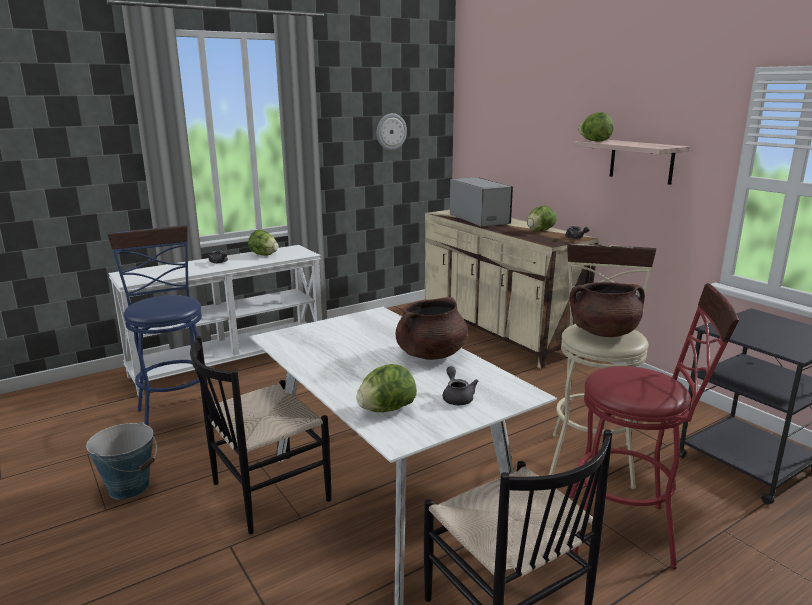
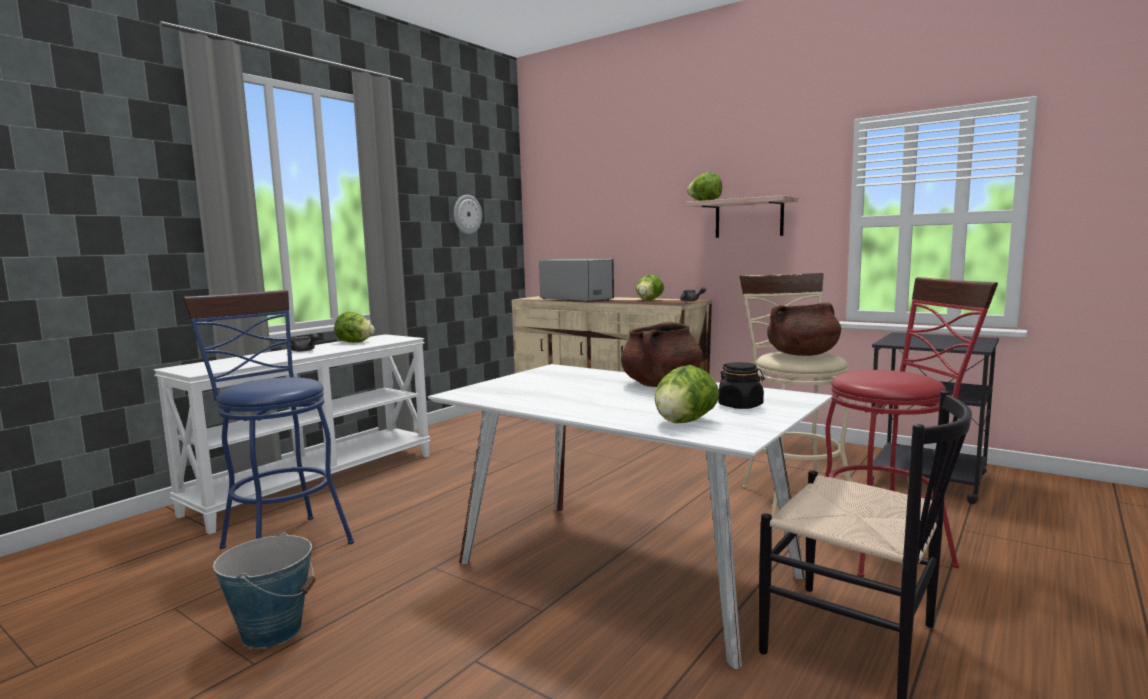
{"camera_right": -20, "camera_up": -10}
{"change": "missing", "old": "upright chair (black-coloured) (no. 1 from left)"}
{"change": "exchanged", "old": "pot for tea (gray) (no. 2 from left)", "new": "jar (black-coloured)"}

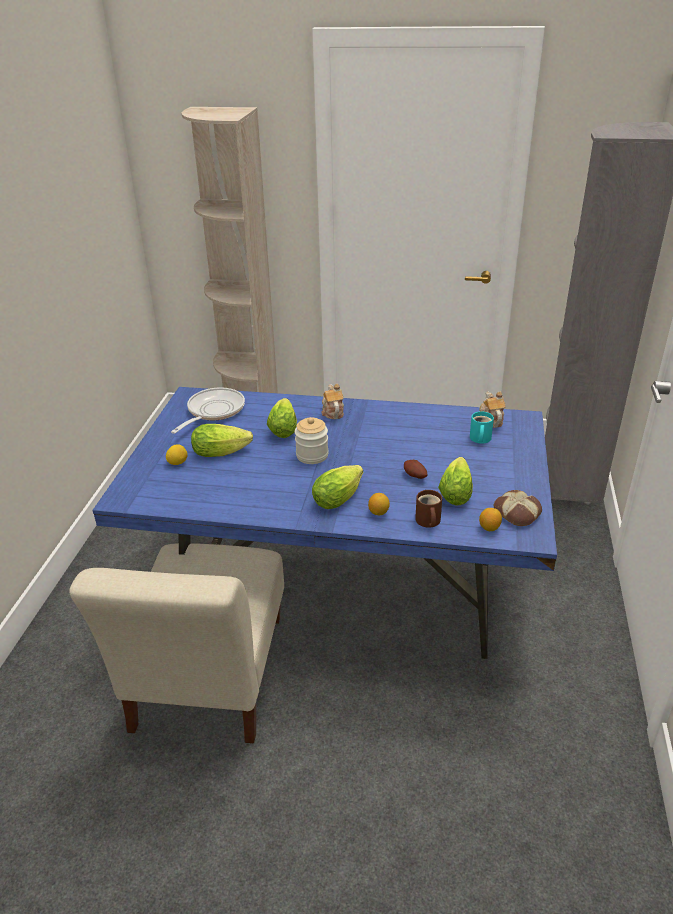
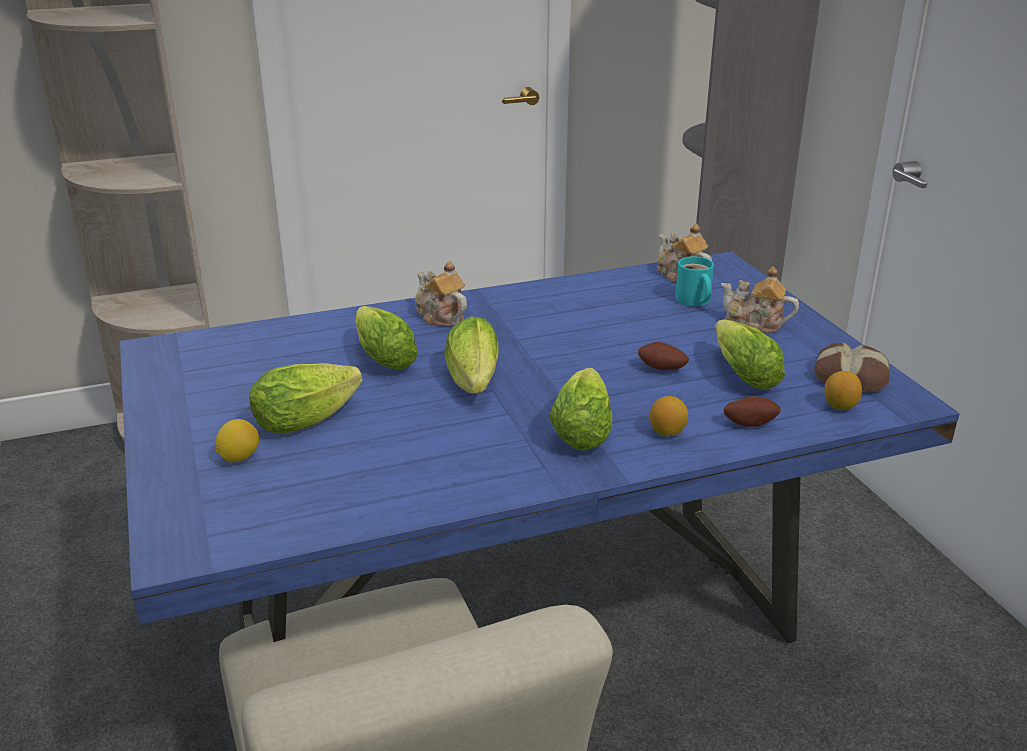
{"camera_right": -30, "camera_up": -5}
{"change": "missing", "old": "skillet"}
{"change": "exchanged", "old": "jar", "new": "head of lettuce (no. 3 from left)"}
{"change": "exchanged", "old": "coffee mug (brown)", "new": "potato (no. 2 from left)"}
{"change": "appeared", "new": "pot for tea (no. 3 from left)"}

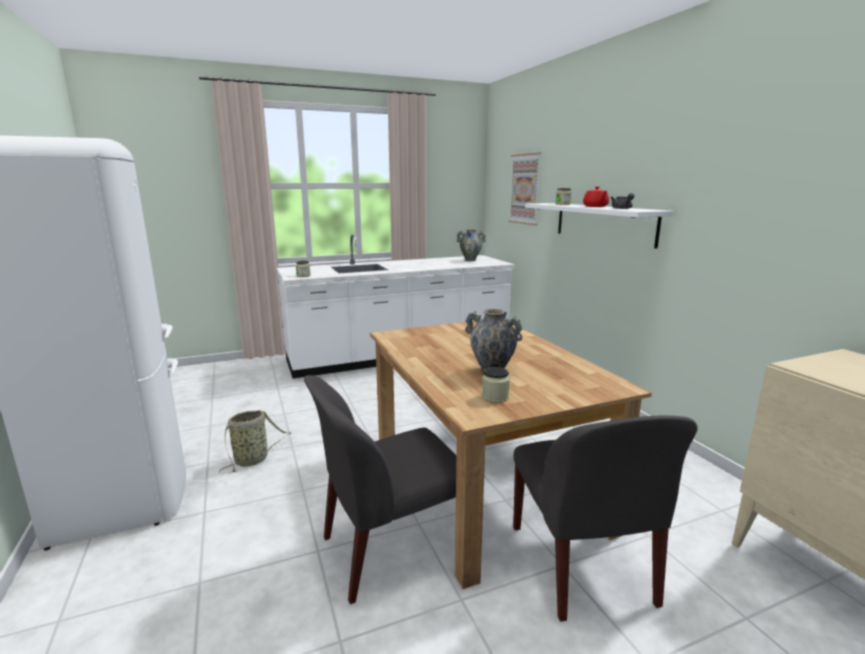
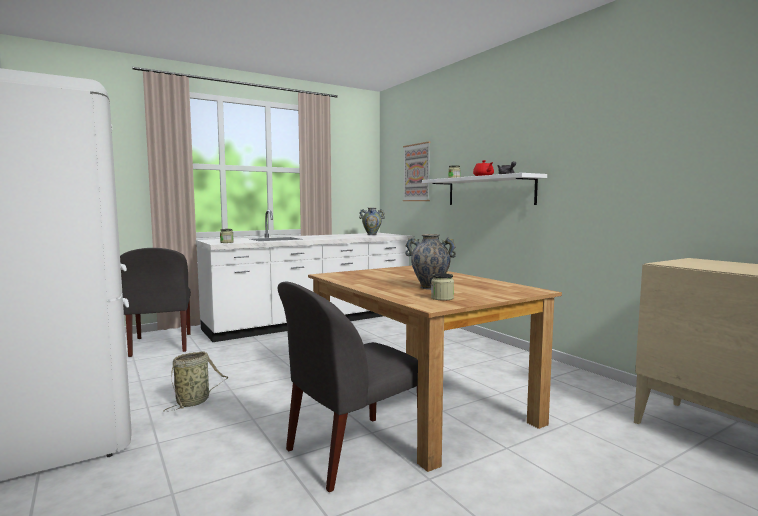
{"camera_right": -10, "camera_up": -10}
{"change": "relocated", "old": "upright chair (gray) (no. 2 from left in the first image)", "new": "upright chair (gray) (no. 1 from left)"}

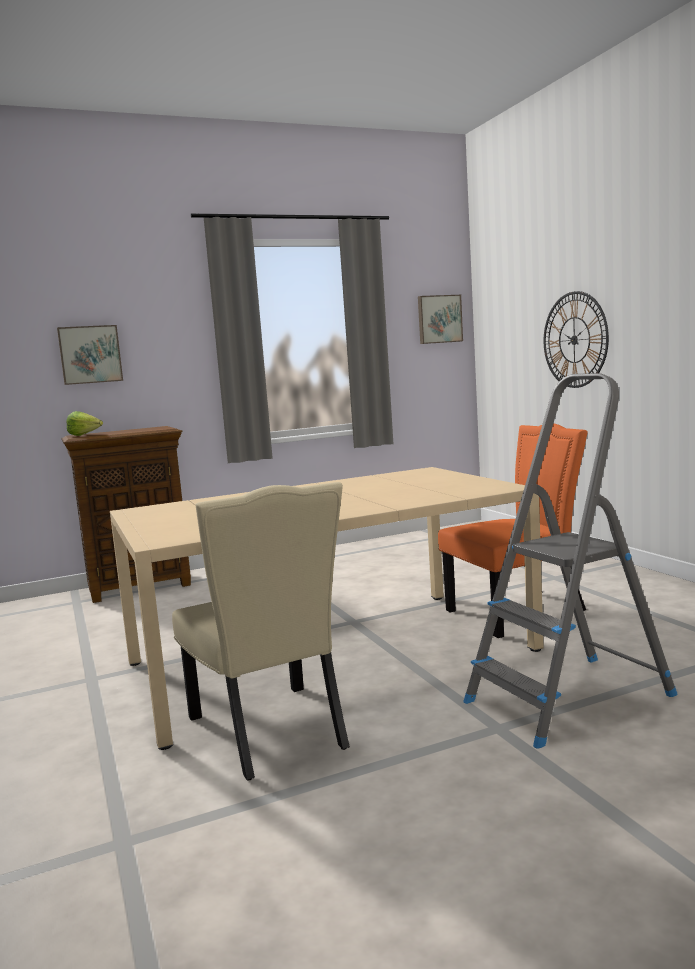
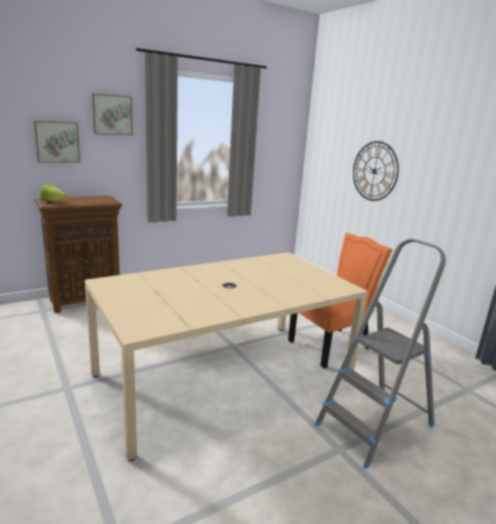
{"camera_right": -10, "camera_up": 10}
{"change": "missing", "old": "upright chair (beige-coloured)"}
{"change": "relocated", "old": "wall picture (no. 2 from left)"}

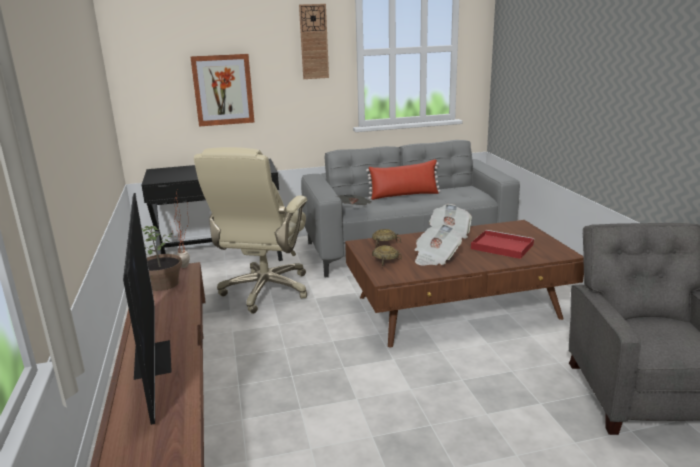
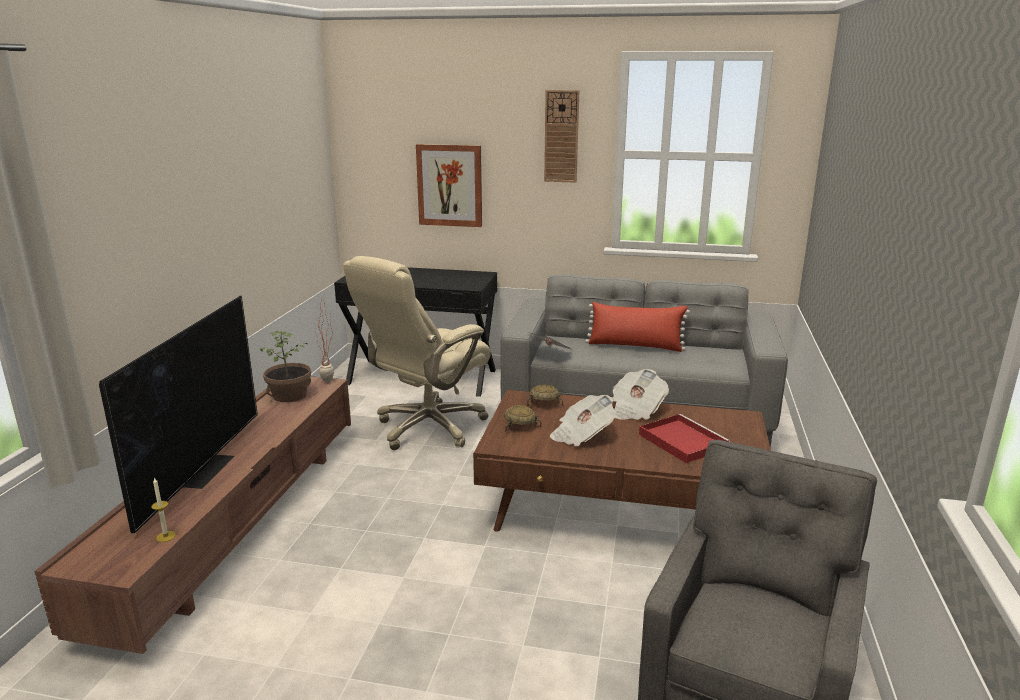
{"camera_right": 25, "camera_up": 0}
{"change": "appeared", "new": "candle"}

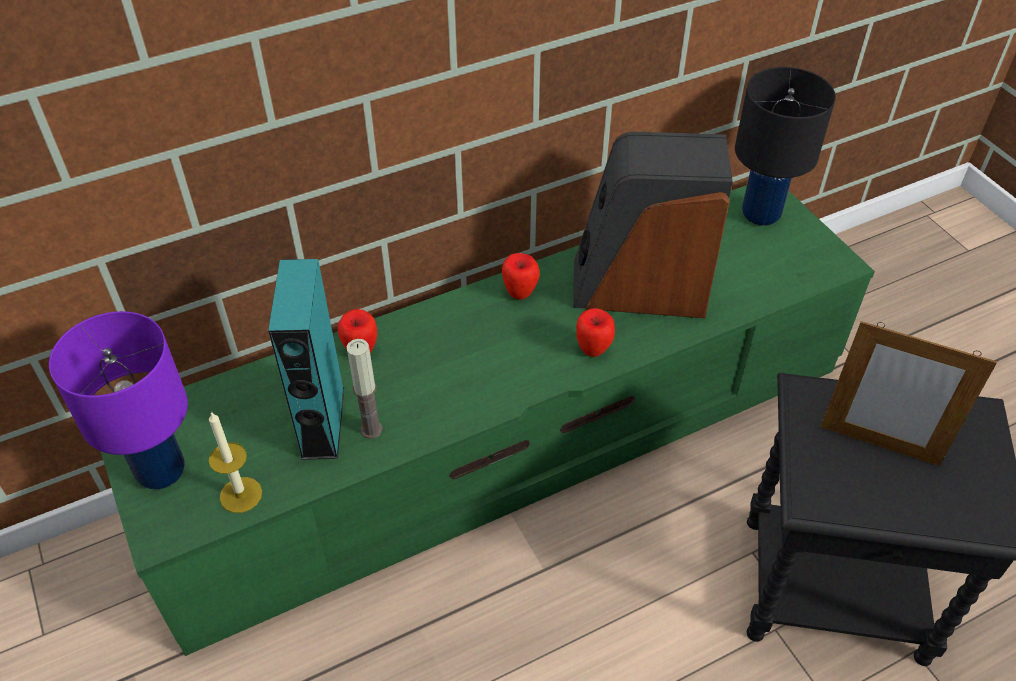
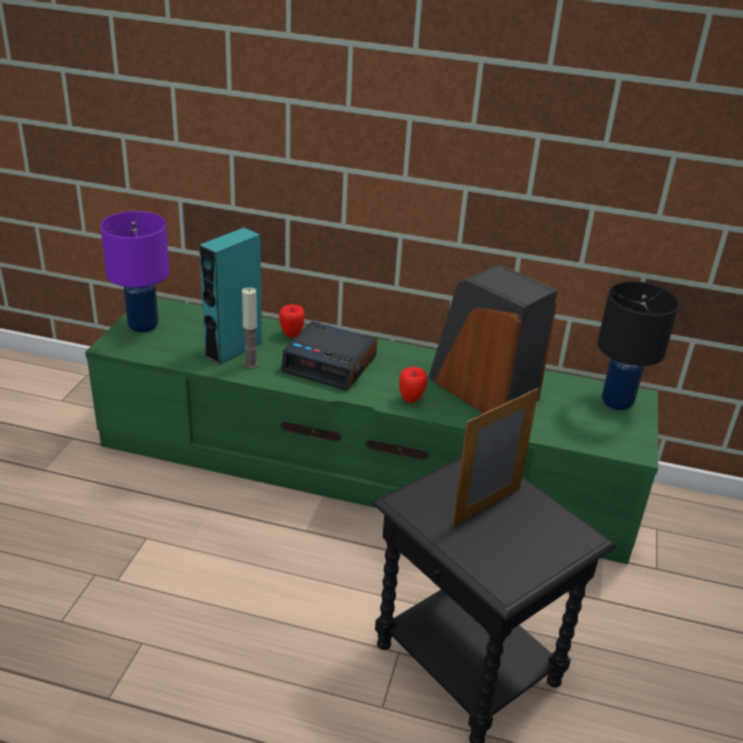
{"camera_right": 40, "camera_up": -15}
{"change": "missing", "old": "candle (no. 1 from left)"}
{"change": "missing", "old": "apple fruit (no. 2 from left)"}
{"change": "spun", "old": "picture frame", "degrees": 75}
{"change": "appeared", "new": "bedside clock"}

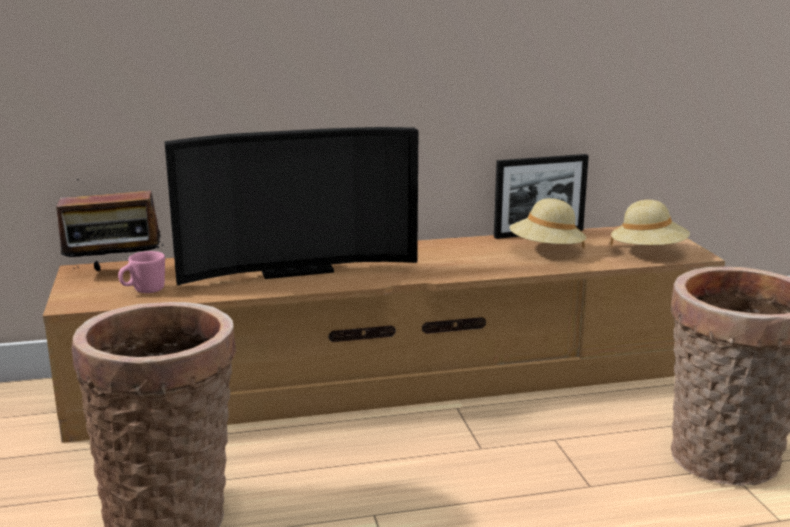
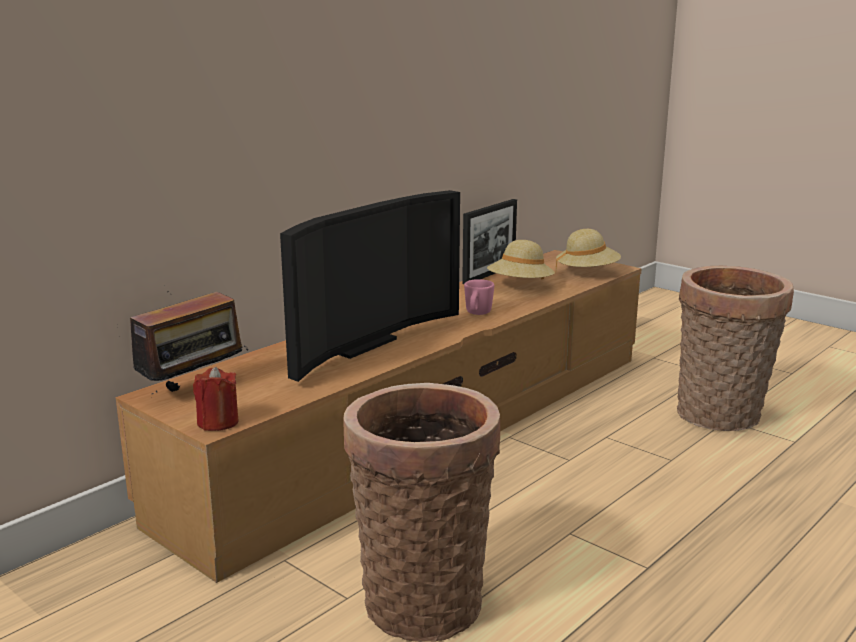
{"camera_right": -35, "camera_up": 0}
{"change": "relocated", "old": "coffee mug (pinkish)"}
{"change": "appeared", "new": "candle (reddish)"}

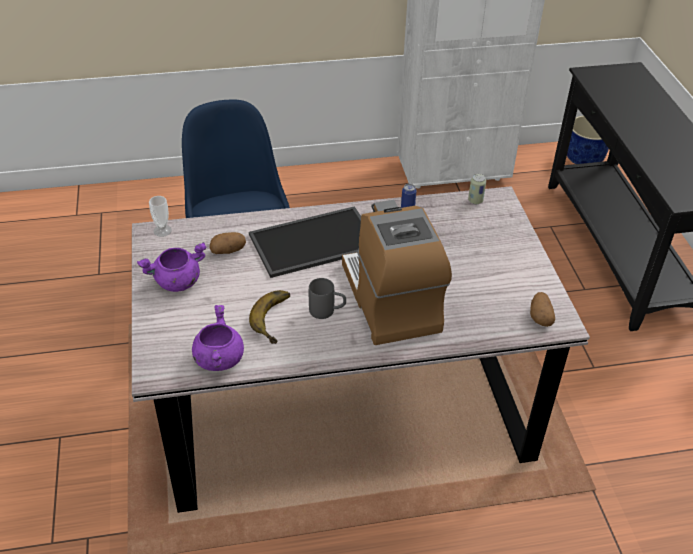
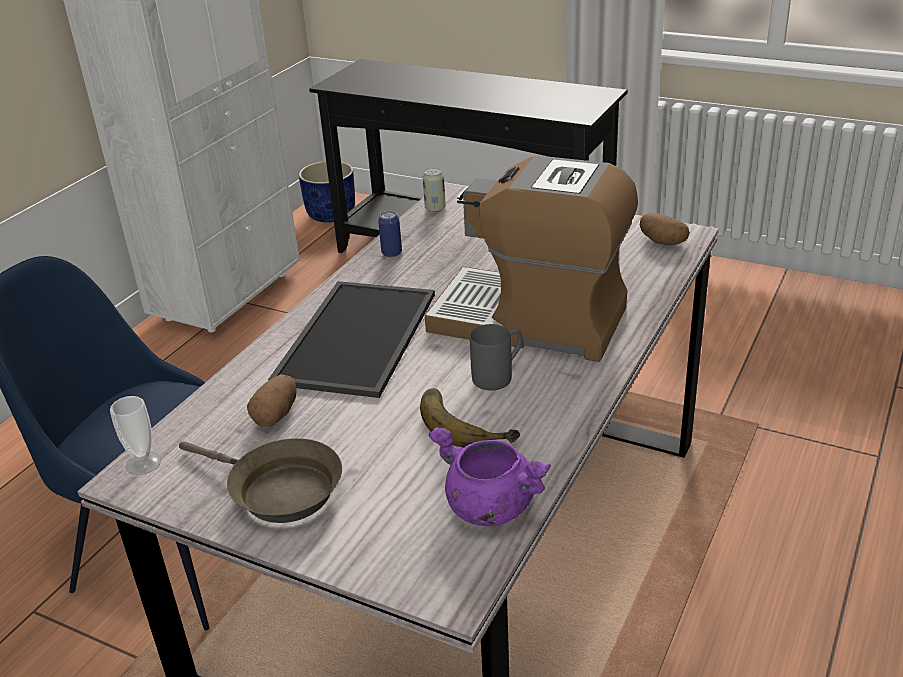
{"camera_right": -50, "camera_up": -10}
{"change": "exchanged", "old": "cooking pot (purple) (no. 1 from left)", "new": "skillet (brown)"}

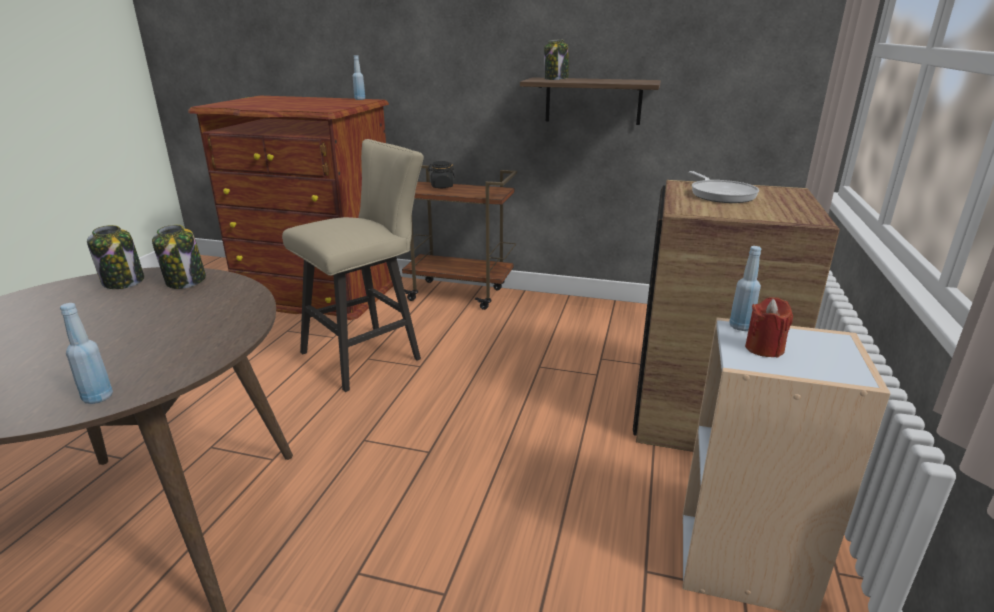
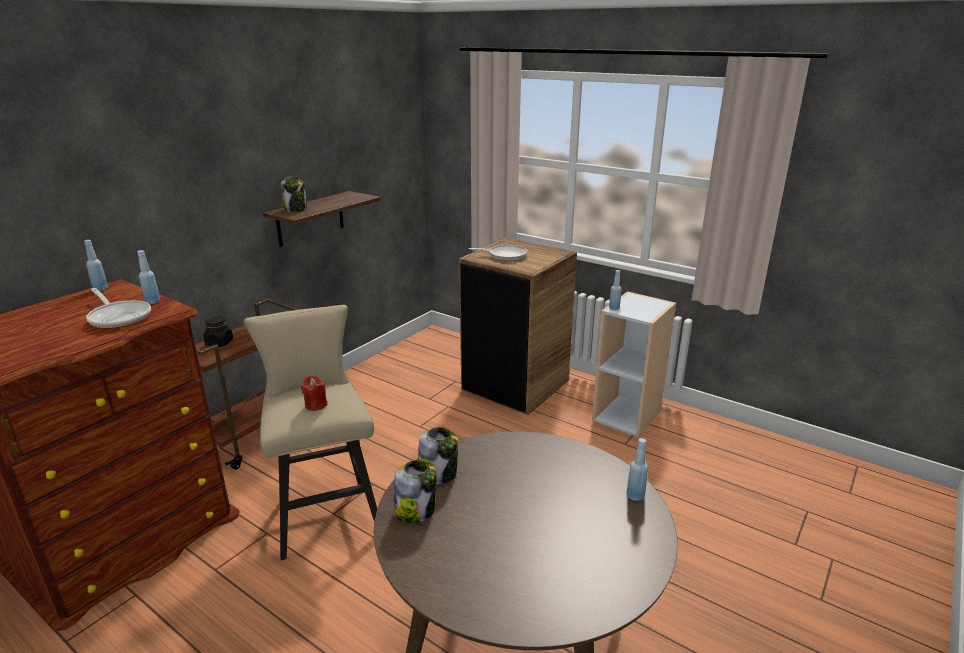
{"camera_right": -70, "camera_up": 0}
{"change": "relocated", "old": "candle (reddish)"}
{"change": "appeared", "new": "skillet (no. 1 from left)"}
{"change": "appeared", "new": "drink bottle (blue-coloured) (no. 2 from left)"}

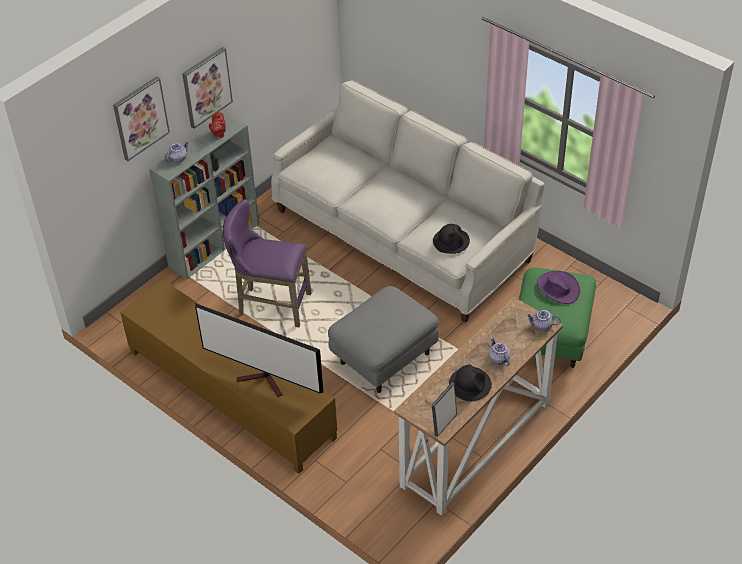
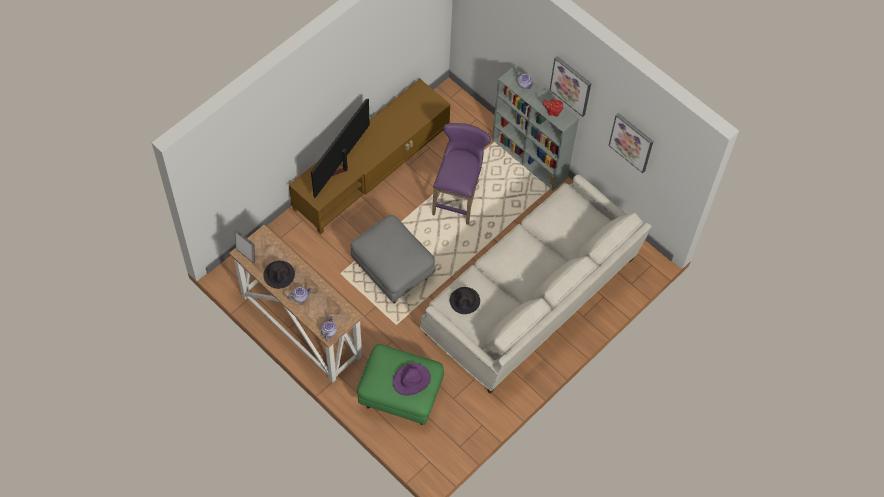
{"camera_right": 90, "camera_up": 15}
{"change": "relocated", "old": "wall picture (no. 1 from left in the first image)", "new": "wall picture (no. 2 from left)"}

